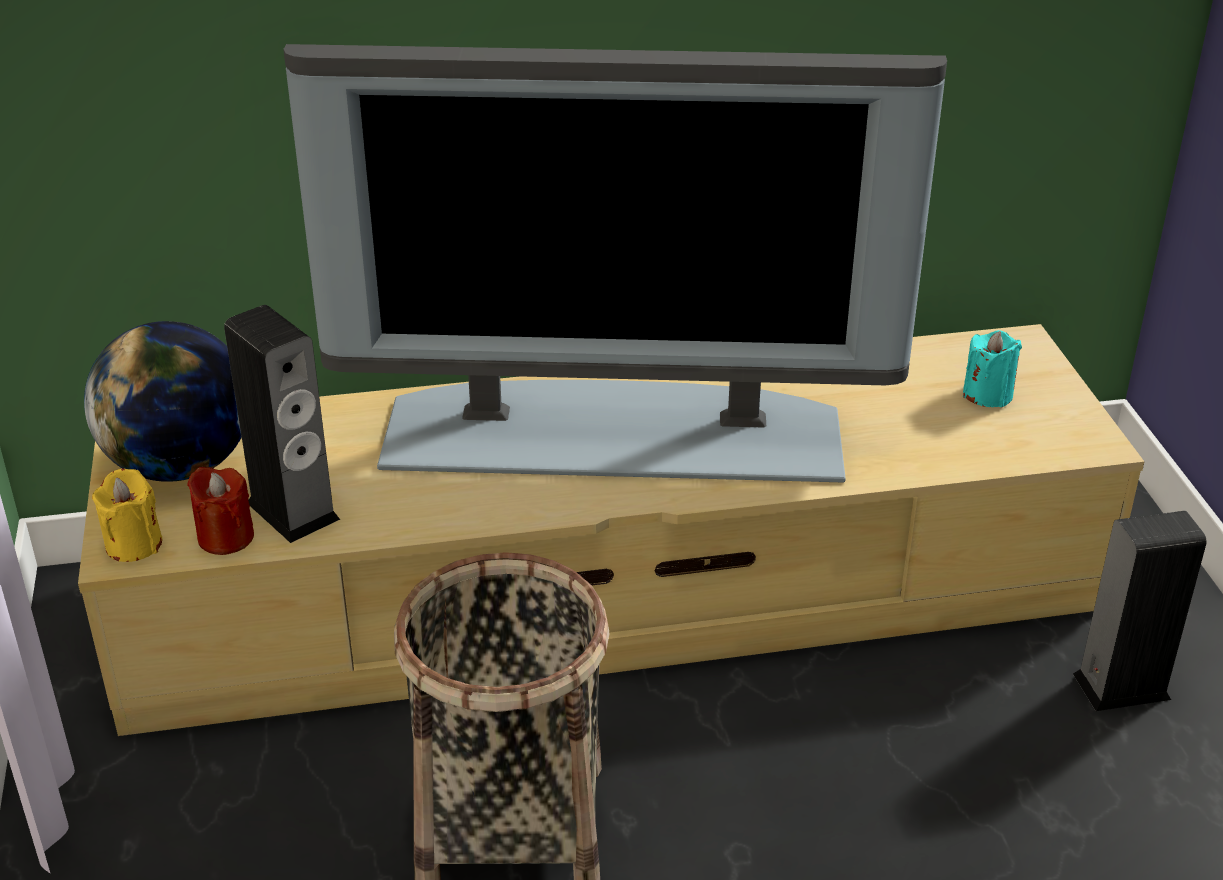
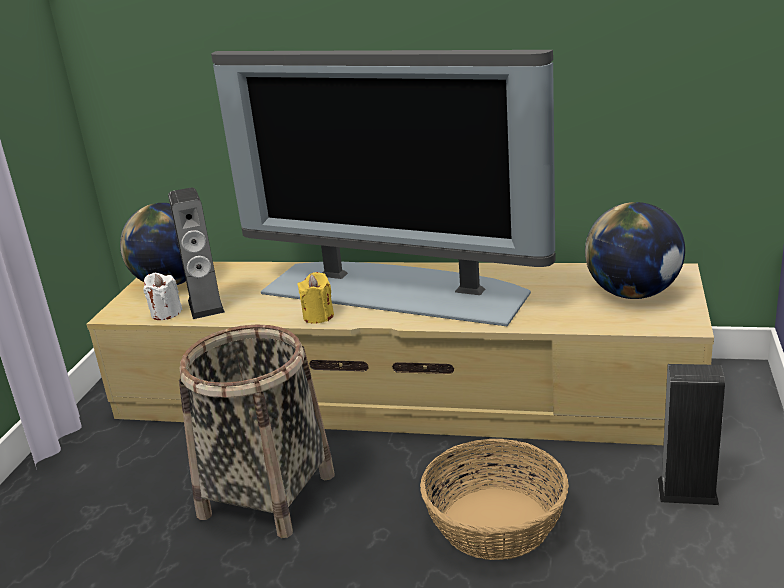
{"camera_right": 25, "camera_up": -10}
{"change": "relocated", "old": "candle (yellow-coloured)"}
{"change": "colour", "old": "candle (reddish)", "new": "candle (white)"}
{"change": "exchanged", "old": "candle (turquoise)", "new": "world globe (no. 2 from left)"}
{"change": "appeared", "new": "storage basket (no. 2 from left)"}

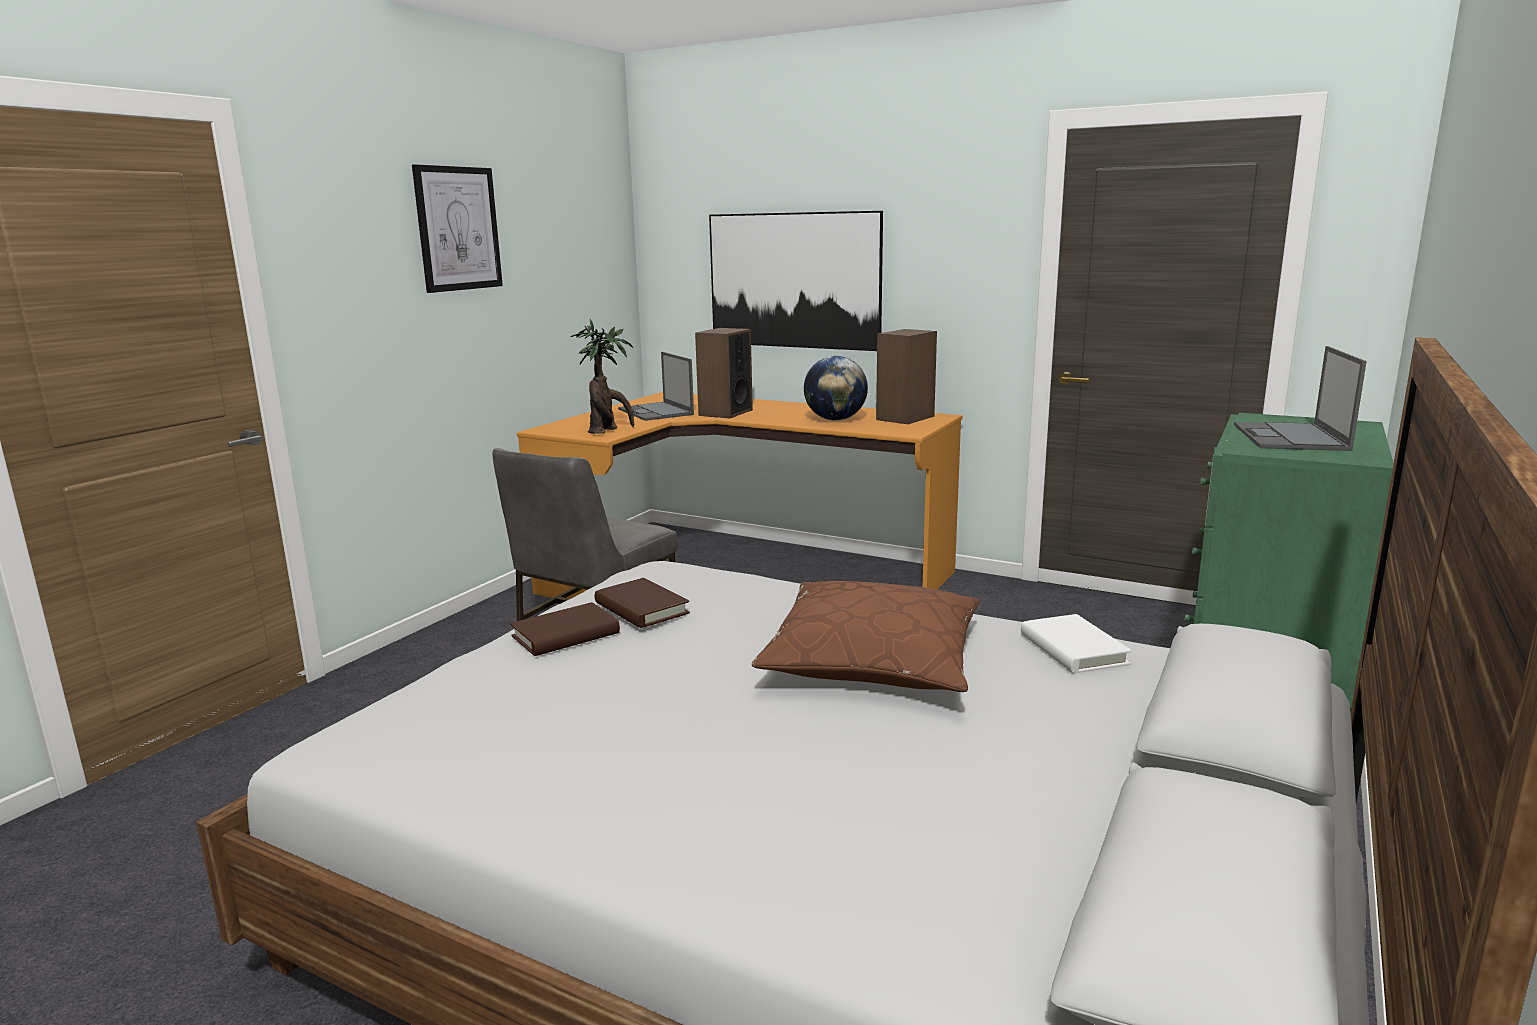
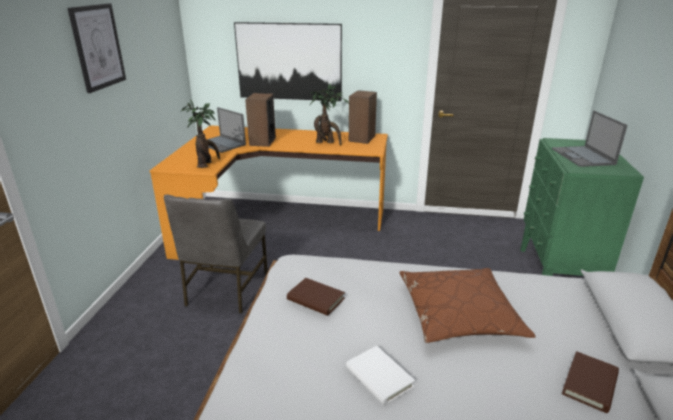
{"camera_right": -20, "camera_up": 10}
{"change": "relocated", "old": "volume (brown) (no. 1 from left in the first image)", "new": "volume (brown) (no. 2 from left)"}
{"change": "exchanged", "old": "world globe", "new": "plant in a pot (no. 2 from left)"}
{"change": "relocated", "old": "volume (white)"}

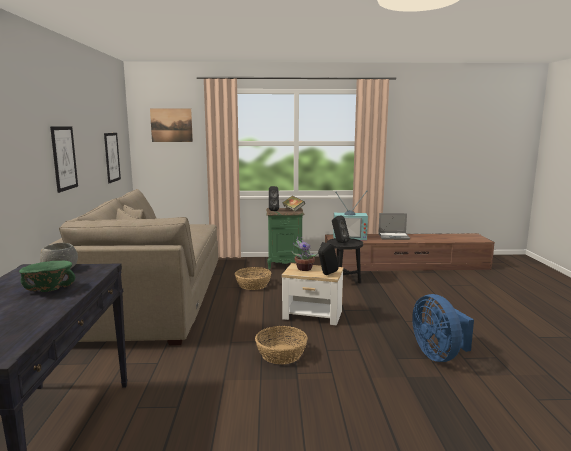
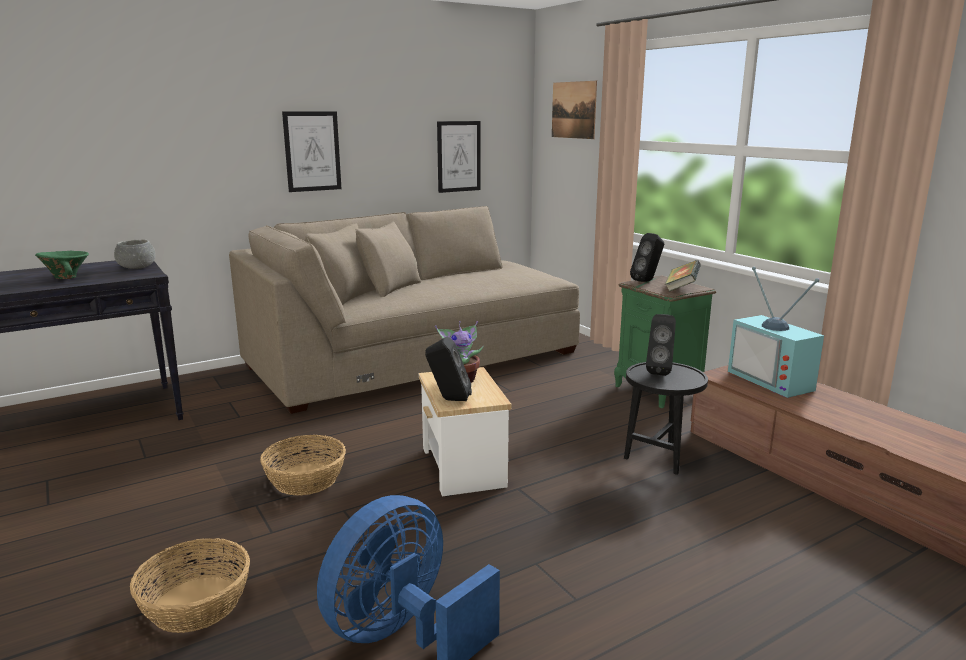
{"camera_right": 60, "camera_up": 5}
{"change": "relocated", "old": "storage basket (no. 1 from left)"}
{"change": "missing", "old": "notebook computer"}

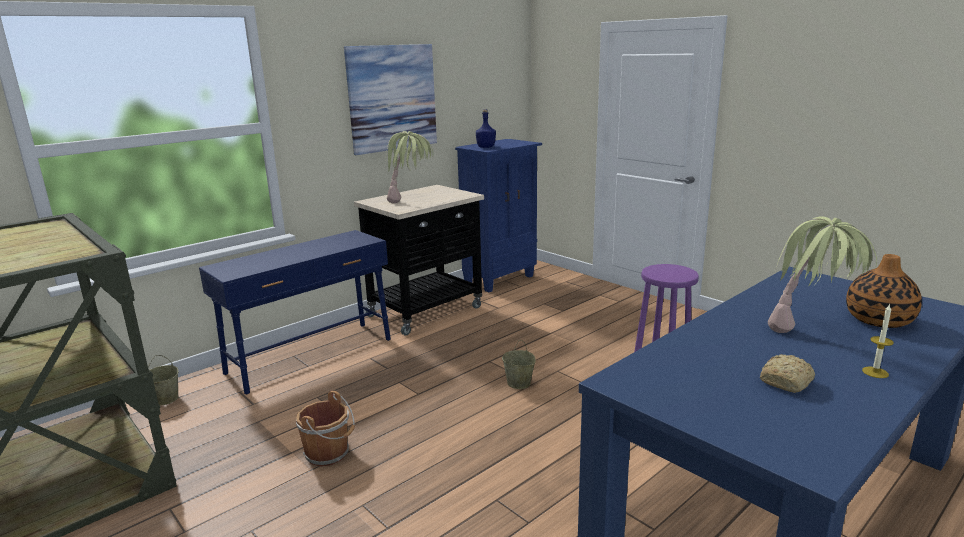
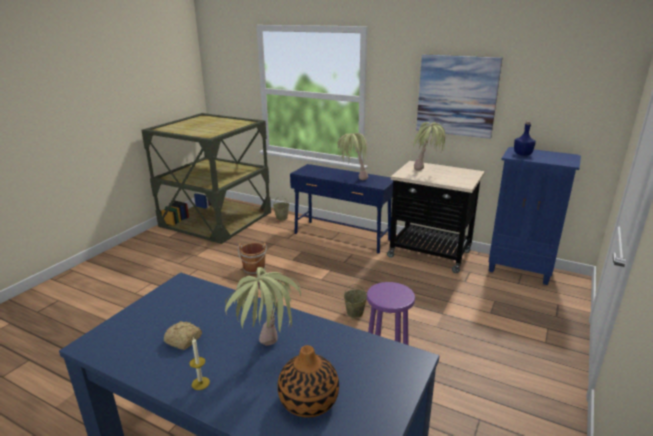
{"camera_right": 70, "camera_up": 5}
{"change": "appeared", "new": "plant in a pot (no. 2 from left)"}

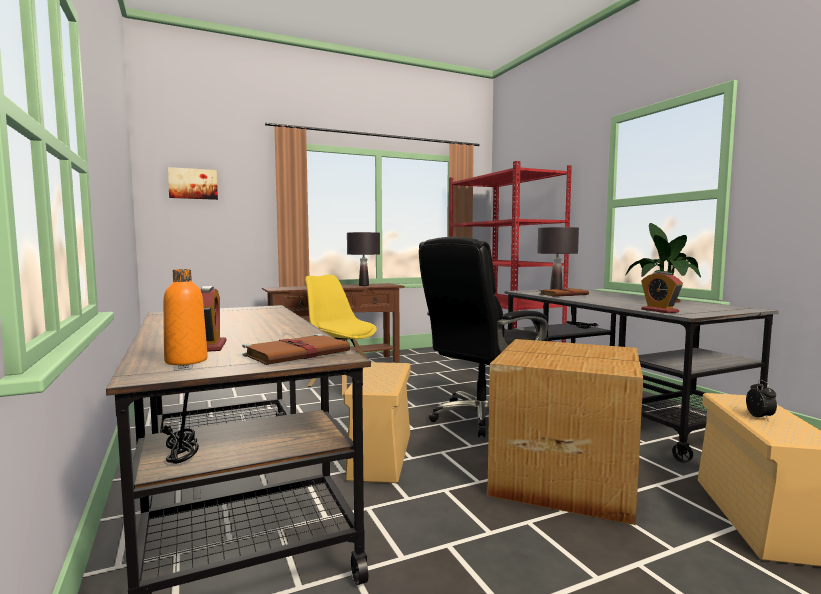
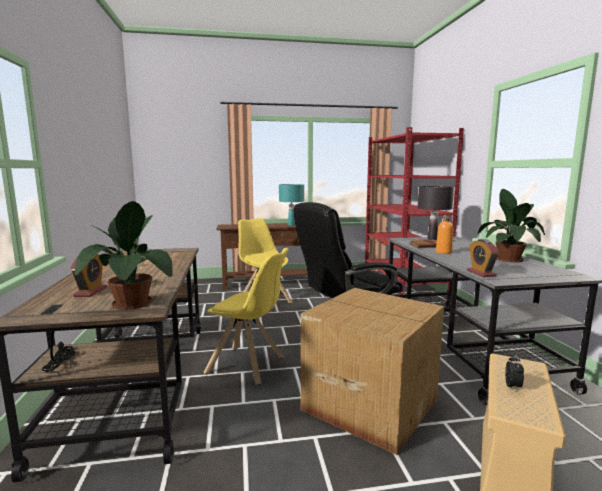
{"camera_right": 15, "camera_up": 5}
{"change": "relocated", "old": "drink bottle (orange-coloured)"}
{"change": "missing", "old": "wall picture"}
{"change": "exchanged", "old": "volume (brown) (no. 1 from left)", "new": "plant in a pot (no. 1 from left)"}
{"change": "exchanged", "old": "storage container (beige-coloured) (no. 1 from left)", "new": "upright chair (yellow-coloured) (no. 1 from left)"}
{"change": "colour", "old": "table lamp (black-coloured) (no. 1 from left)", "new": "table lamp (turquoise)"}

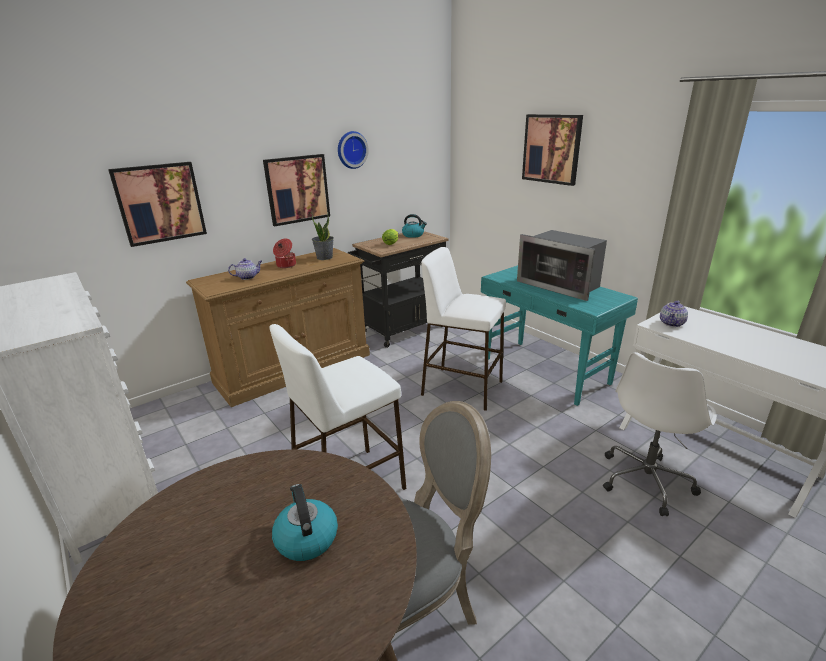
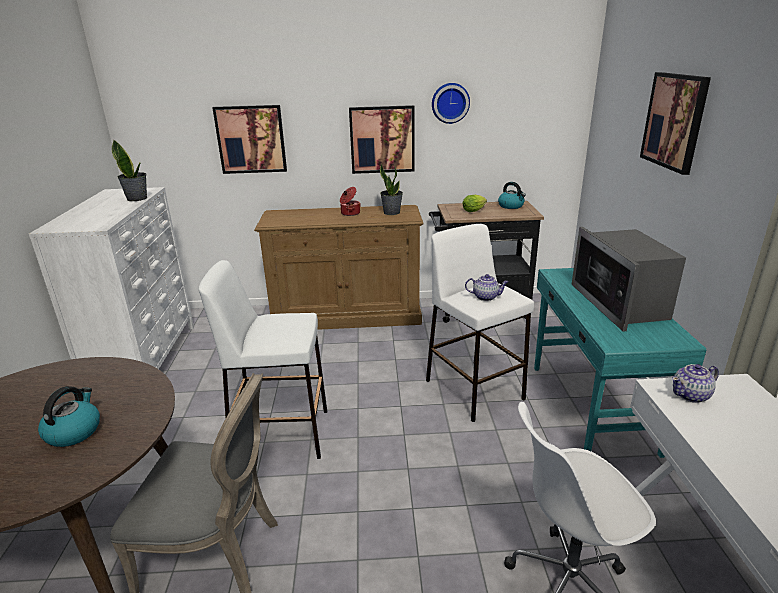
{"camera_right": 35, "camera_up": 0}
{"change": "relocated", "old": "pot for tea (no. 1 from left)"}
{"change": "appeared", "new": "plant in a pot (no. 1 from left)"}

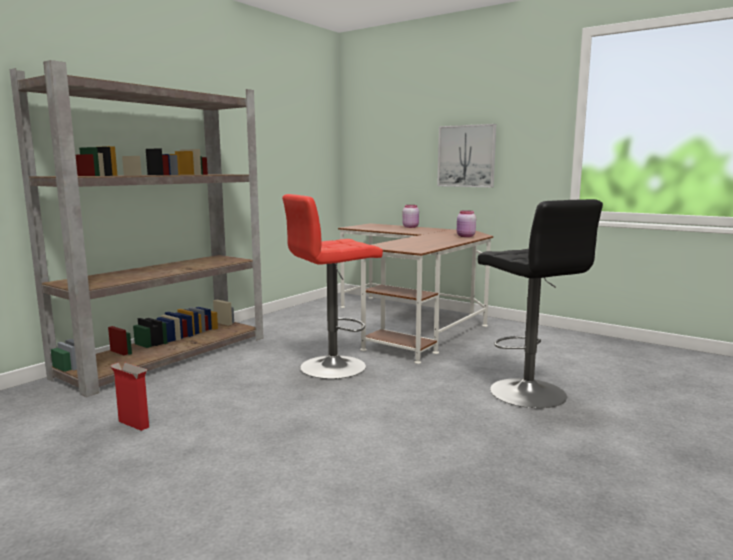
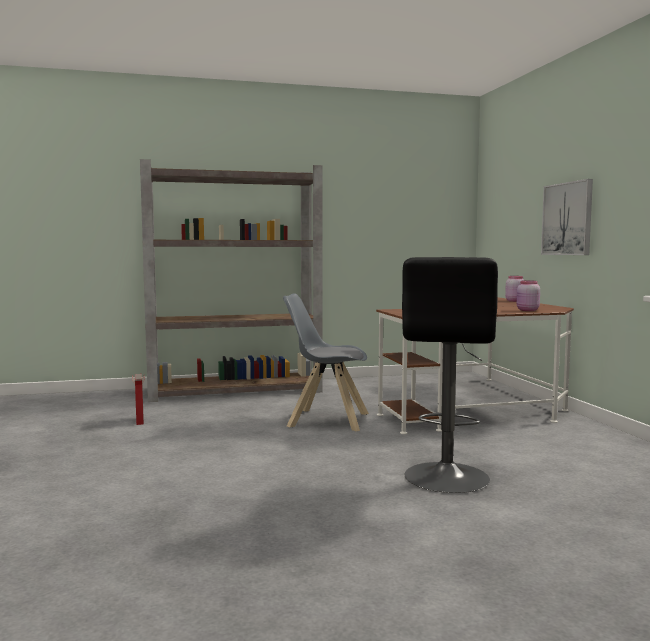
{"camera_right": 40, "camera_up": -5}
{"change": "exchanged", "old": "stool seat (reddish)", "new": "upright chair (gray)"}

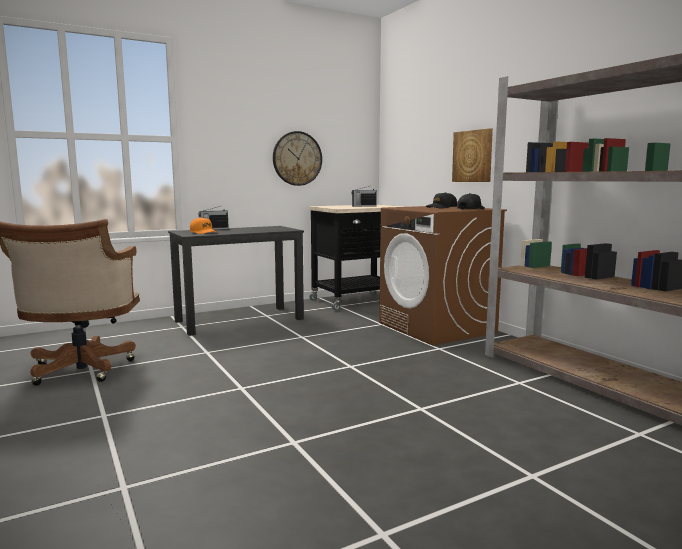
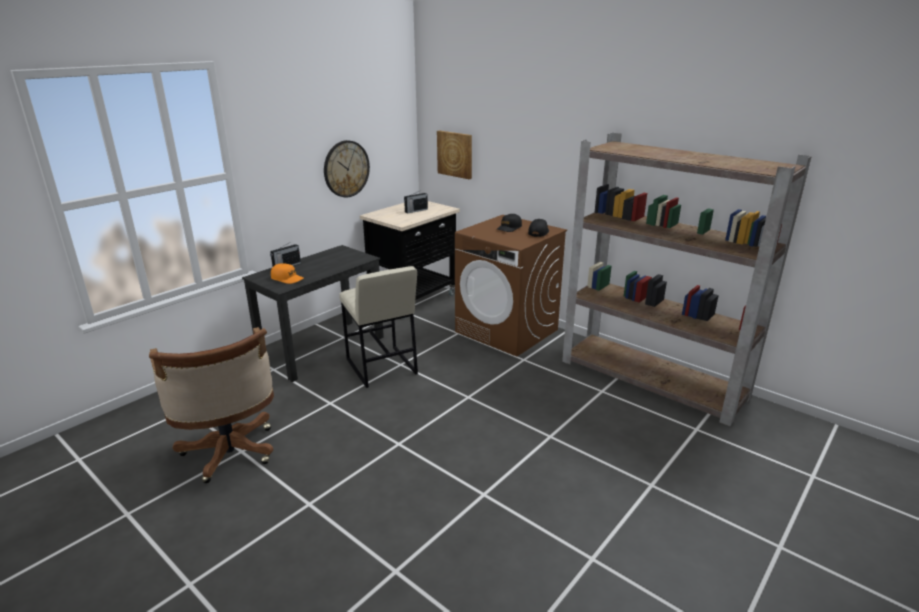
{"camera_right": -20, "camera_up": 15}
{"change": "relocated", "old": "wall picture"}
{"change": "appeared", "new": "upright chair (beige-coloured)"}

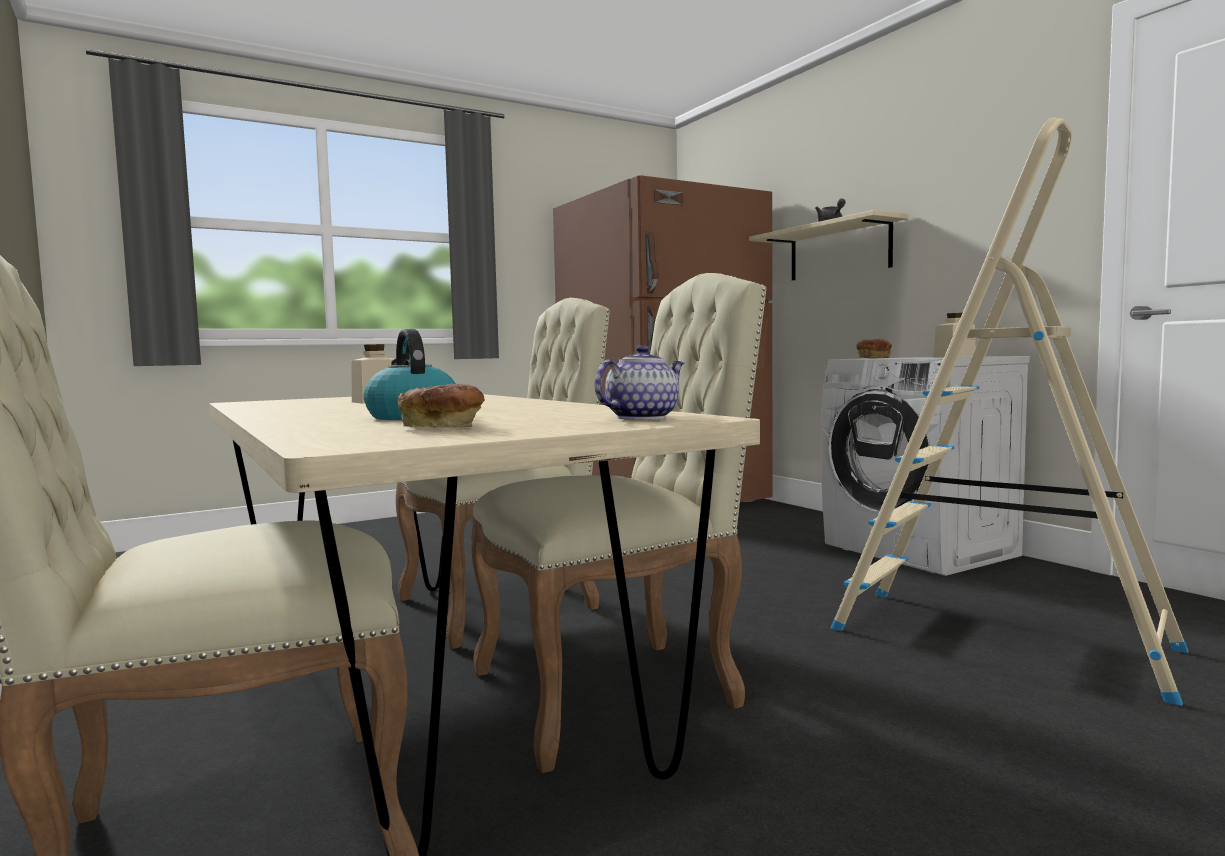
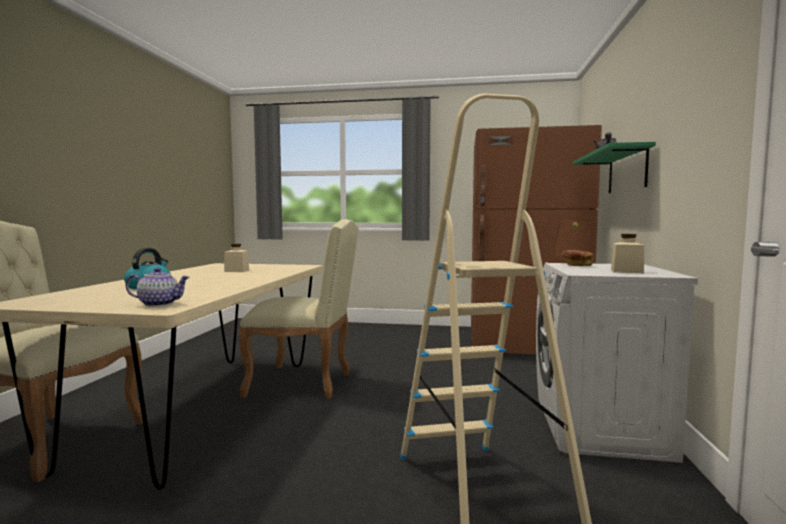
{"camera_right": 40, "camera_up": 0}
{"change": "missing", "old": "bread (no. 1 from left)"}
{"change": "missing", "old": "upright chair (beige-coloured) (no. 3 from left)"}
{"change": "colour", "old": "bracket shelf (beige-coloured)", "new": "bracket shelf (greenish)"}

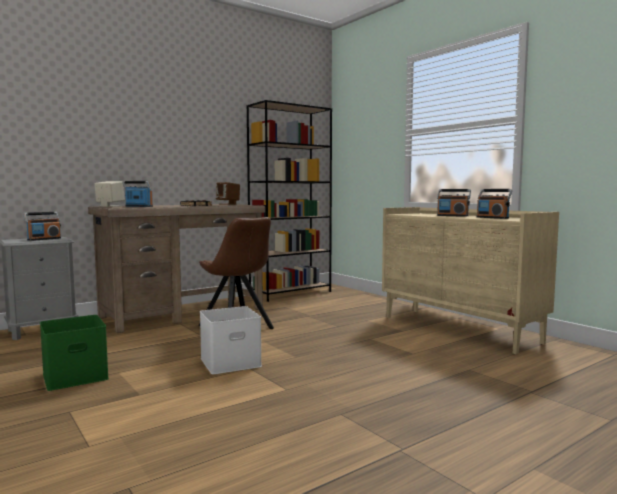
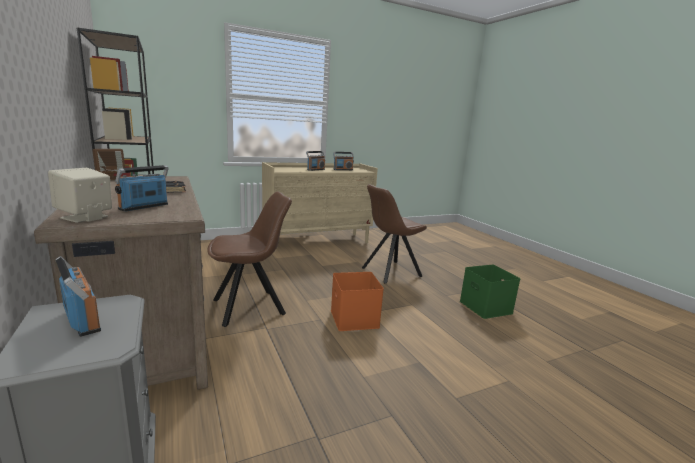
{"camera_right": -80, "camera_up": 10}
{"change": "relocated", "old": "storage container (greenish)"}
{"change": "colour", "old": "storage container (white)", "new": "storage container (orange-coloured)"}
{"change": "appeared", "new": "upright chair (brown) (no. 2 from left)"}

